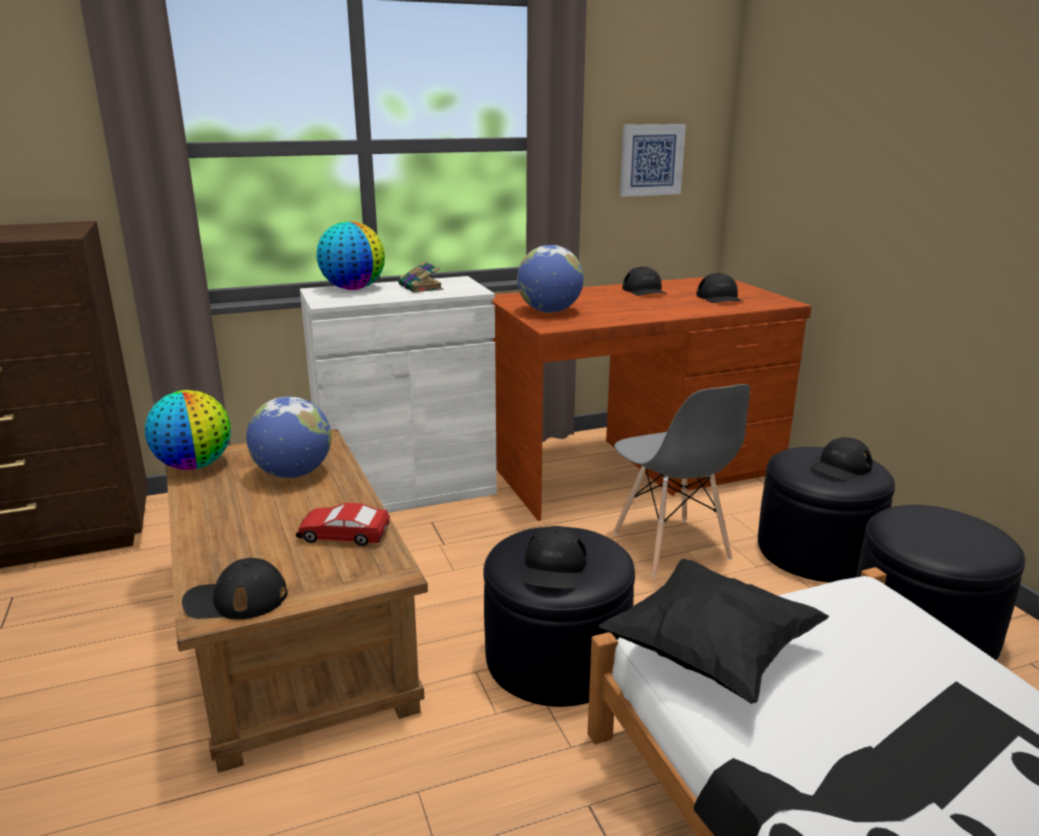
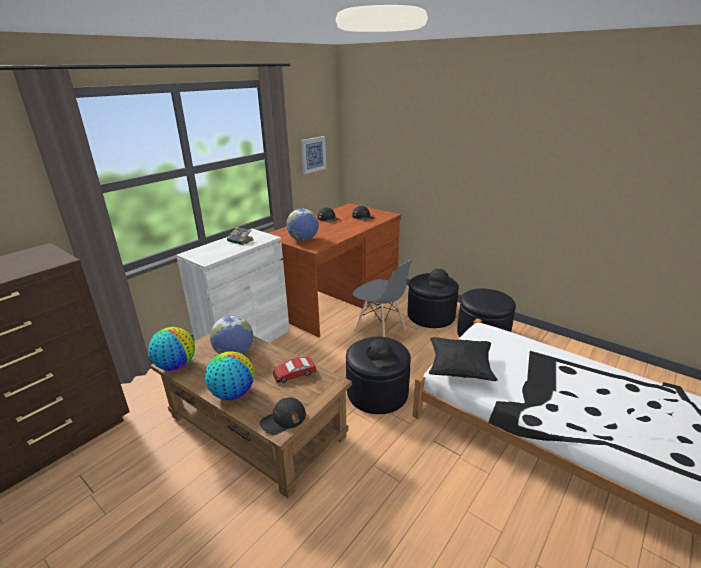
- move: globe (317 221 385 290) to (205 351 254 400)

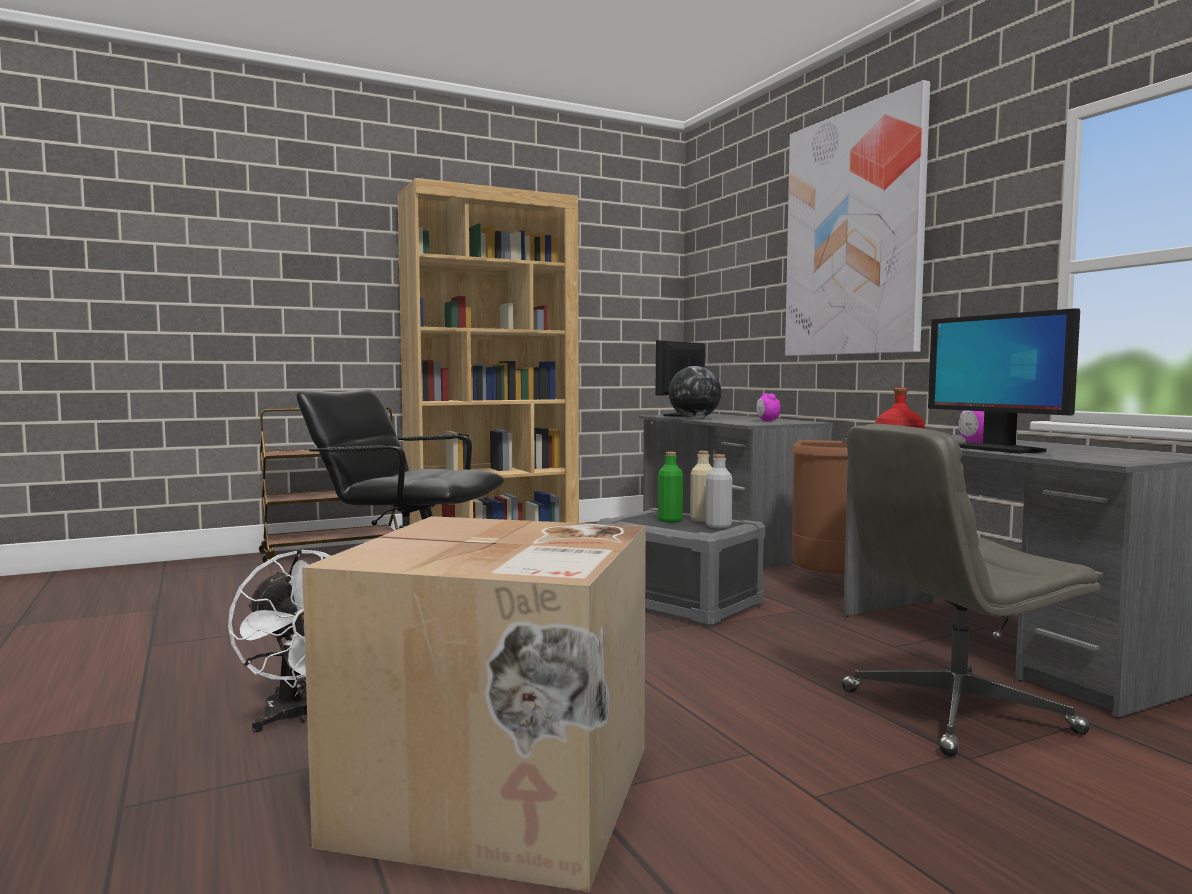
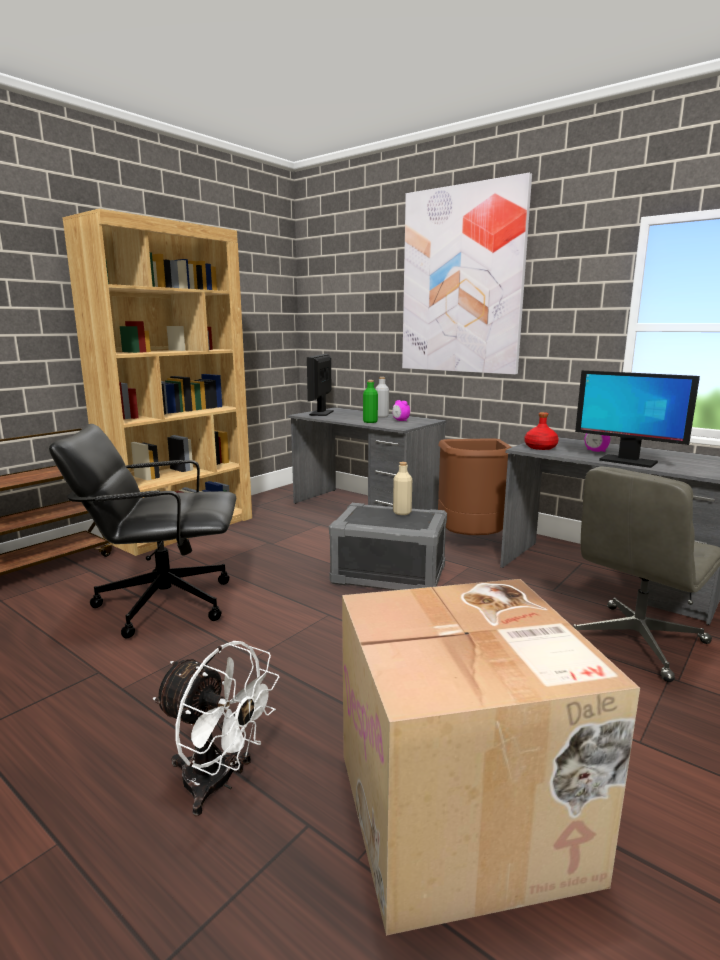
- move: green bottle (658 452 683 523) to (363 380 378 423)
- move: grey bottle (706 454 733 529) to (375 377 389 418)
- delete: globe (669 366 721 419)

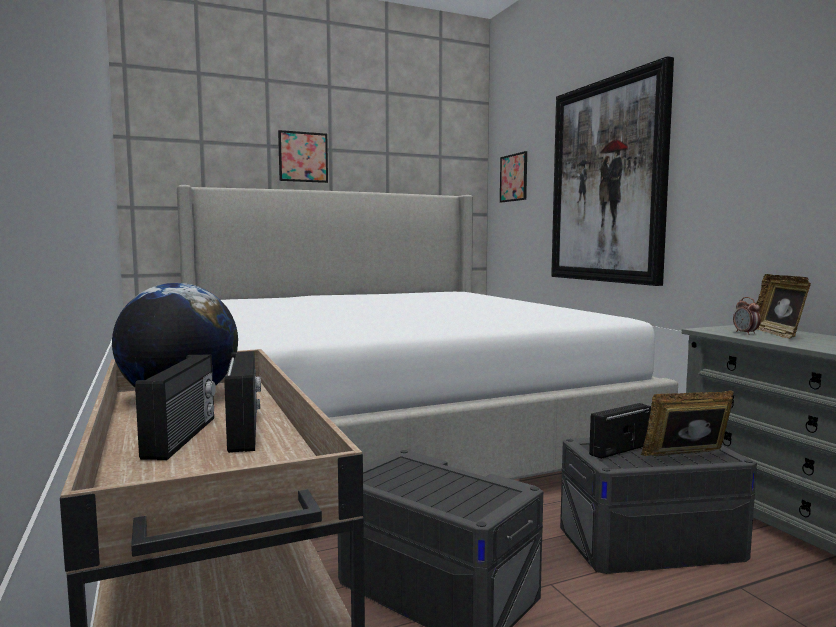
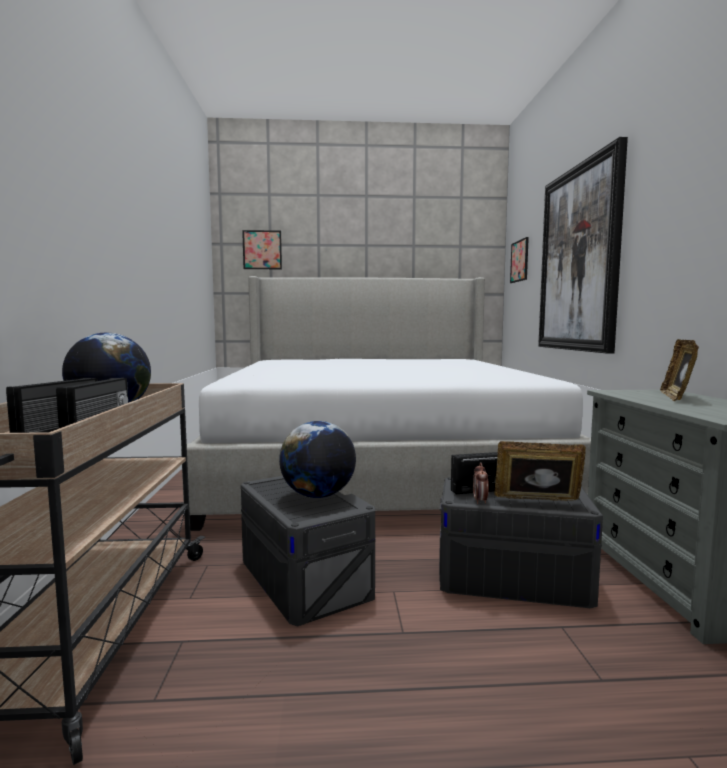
- move: picture (278 130 328 183) to (242 230 282 269)
- insert: globe (279 421 356 498)
- move: alarm clock (733 297 761 335) to (473 462 489 504)

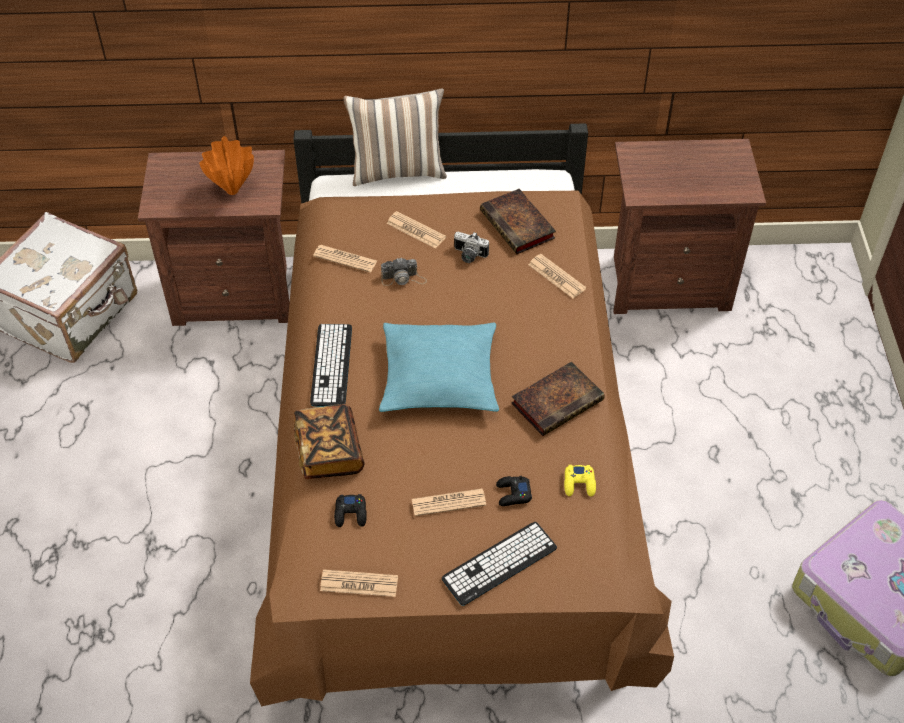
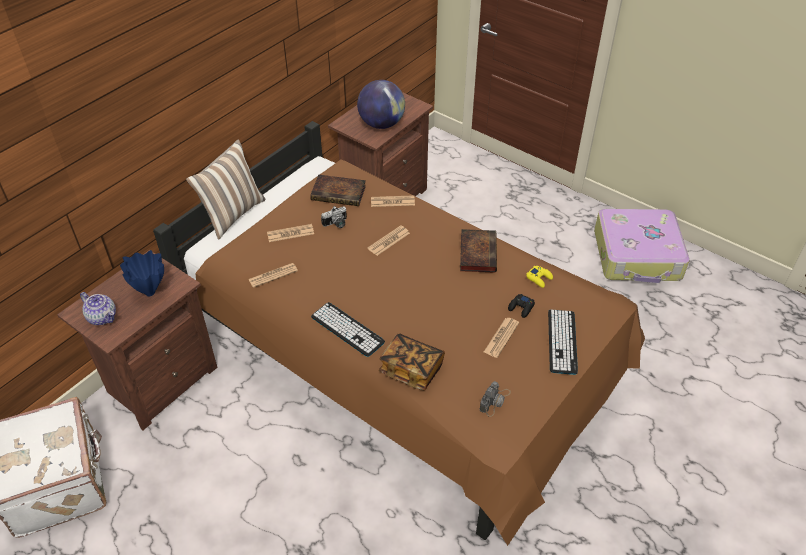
- insert: teapot (80 292 116 325)
- recolor: orange vase (199 136 254 195) to blue vase (120 250 164 296)
- insert: globe (357 80 405 129)
- move: newspaper (320 569 398 597) to (368 225 410 256)
- move: photo camera (381 258 427 286) to (480 381 511 417)
- delete: black game controller (334 494 367 527)
- delete: turquoise pillow (379 322 499 412)

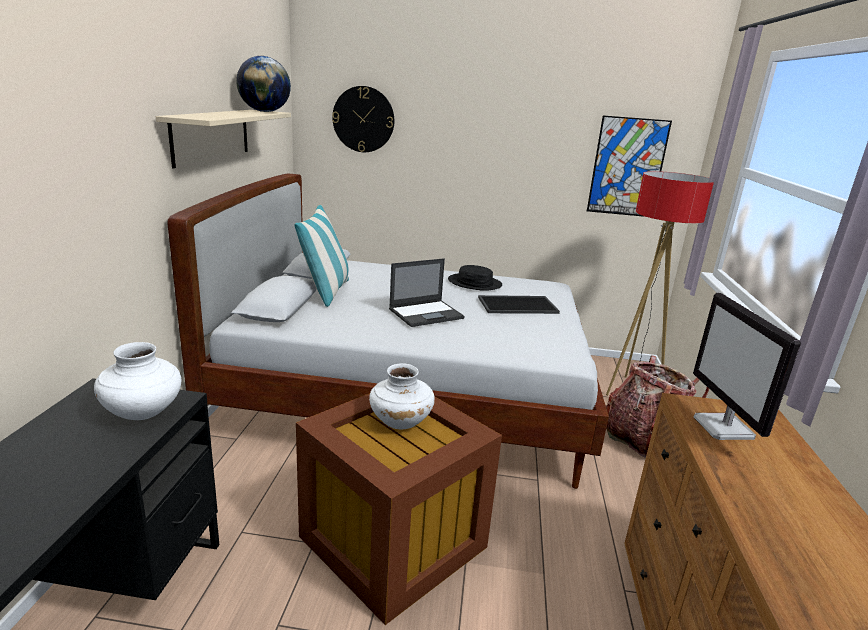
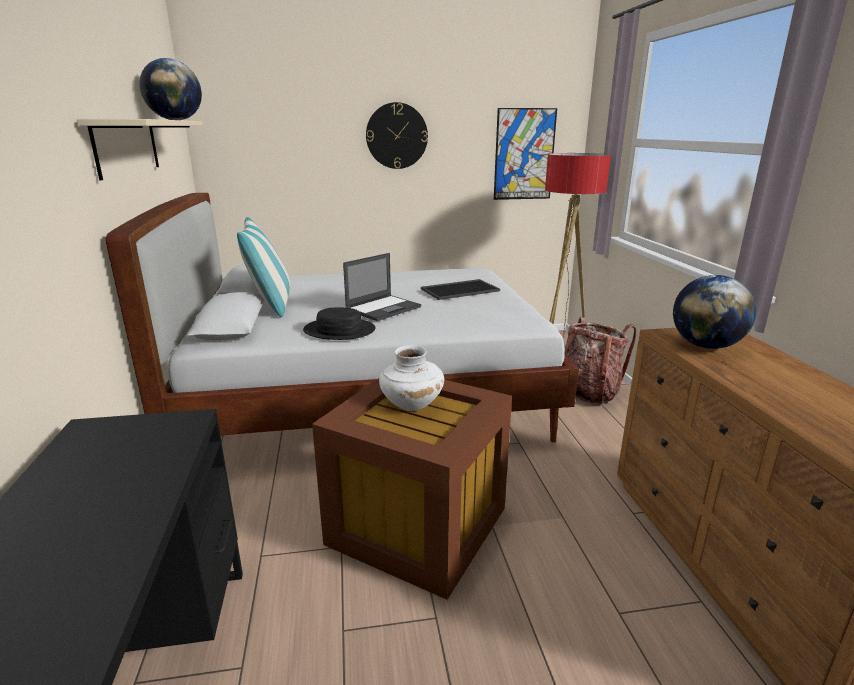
- move: black hat (448 265 502 291) to (303 307 375 340)
- move: wall clock (332 86 394 152) to (366 102 428 169)
- replace: monitor (693 293 801 440) to globe (673 275 756 349)
- delete: white vase (94 342 181 420)

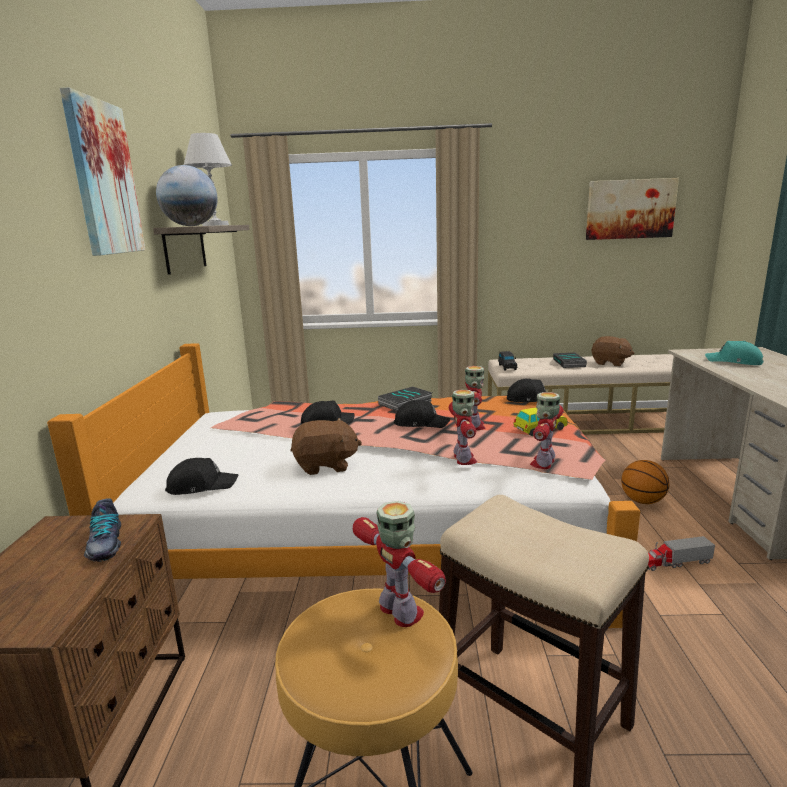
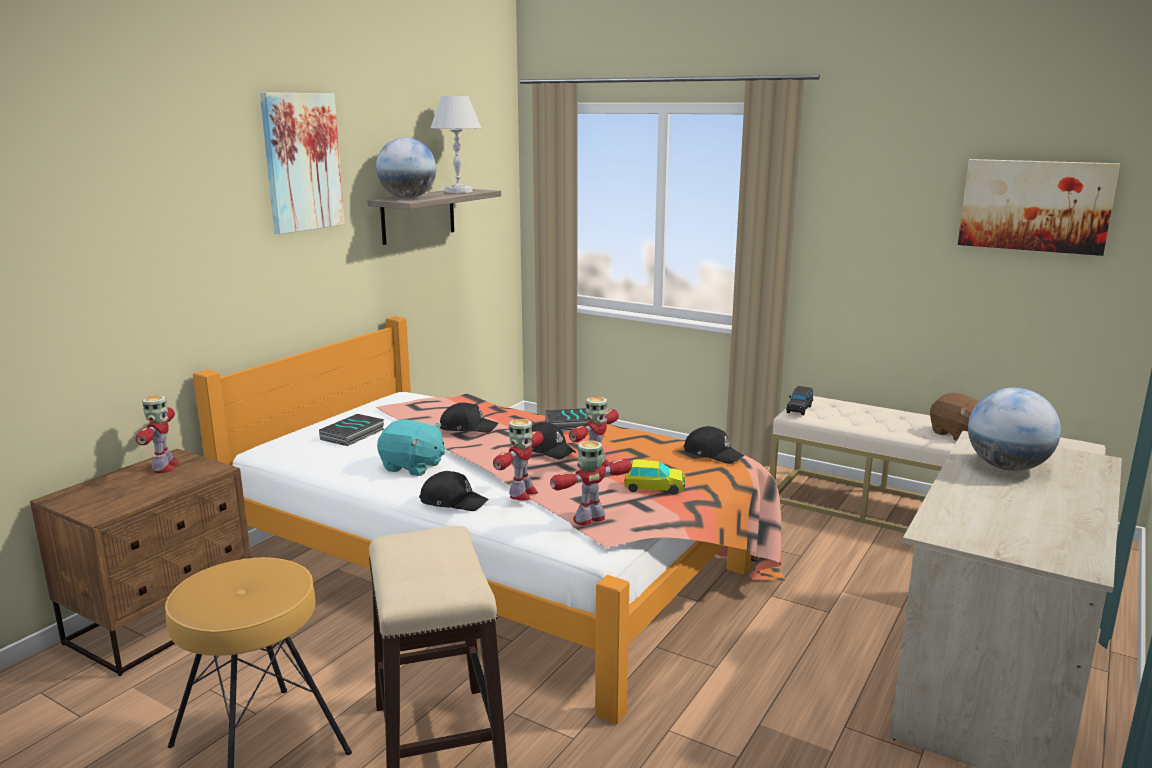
- move: toy robot (353 501 446 627) to (136 396 180 473)
- move: book (553 353 587 368) to (319 414 385 446)
- recolor: brown plush toy (290 418 362 475) to turquoise plush toy (377 420 445 476)
- move: black cap (165 458 238 495) to (419 471 489 511)
- replace: turquoise cap (705 341 764 365) to globe (968 388 1061 471)
- delete: shoe (84 498 121 562)
- delete: basketball (621 460 669 504)
- delete: toy truck (648 536 715 571)

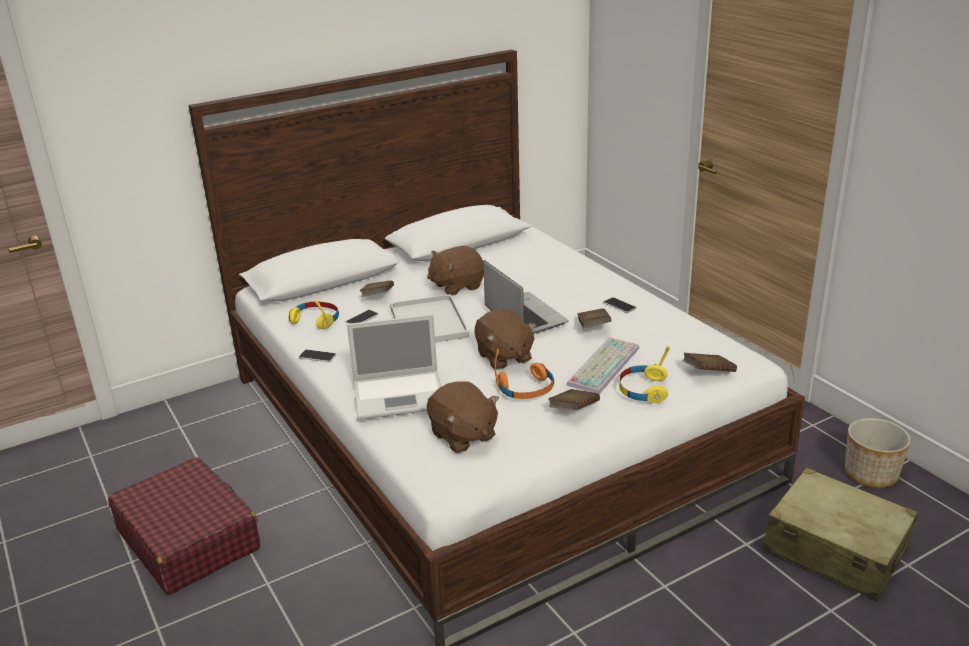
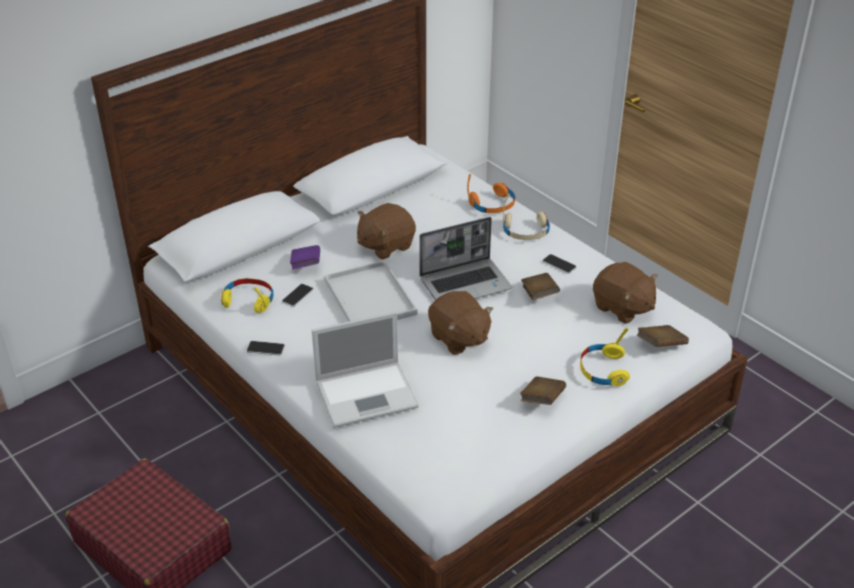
- recolor: brown book (360 280 394 297) to purple book (290 245 320 270)
- rotate: laptop (483 260 568 334) = (419 217 512 300) 105 degrees clockwise
- move: orange headphones (494 349 554 399) to (467 174 515 213)
- insert: beige headphones (503 194 550 240)
- move: brown plush toy (427 382 499 453) to (593 262 658 324)
- delete: keyboard (566 337 639 394)
- delete: beige suitcase (763 467 918 601)
- delete: planter (845 418 911 488)

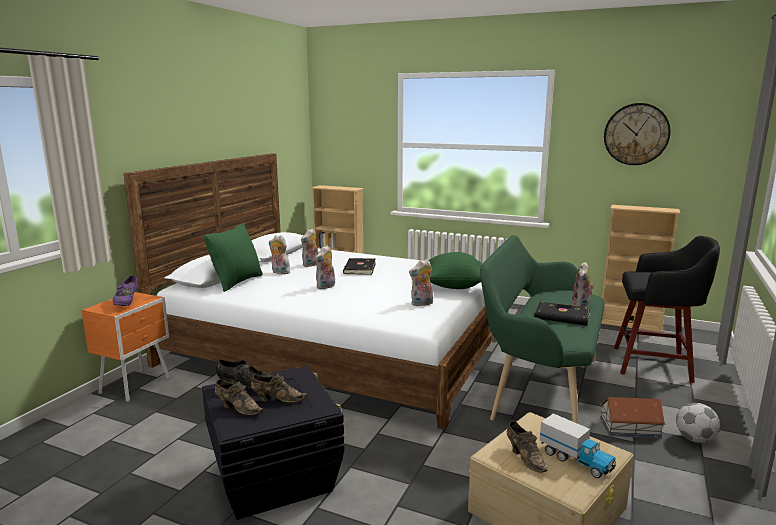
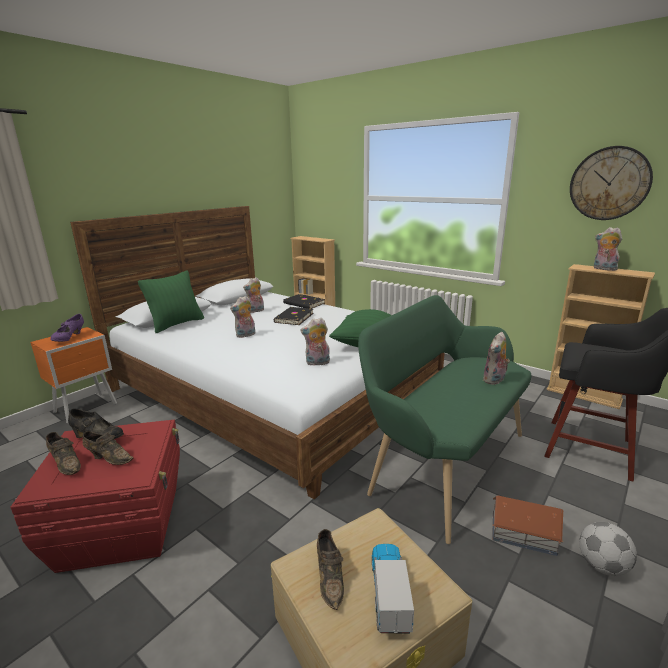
- recolor: black storage box (202 366 345 520) to red storage box (10 420 180 573)
- move: black book (534 302 590 326) to (283 294 325 309)
- rotate: toy truck (539 413 616 478) = (372 544 414 633) 150 degrees counterclockwise
- move: plush toy (269 235 290 274) to (594 227 622 271)

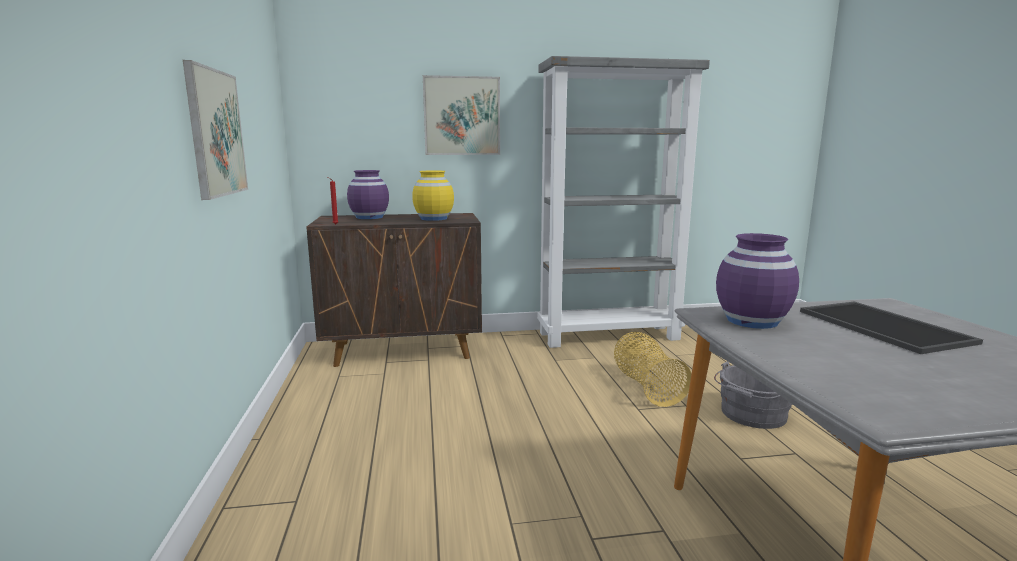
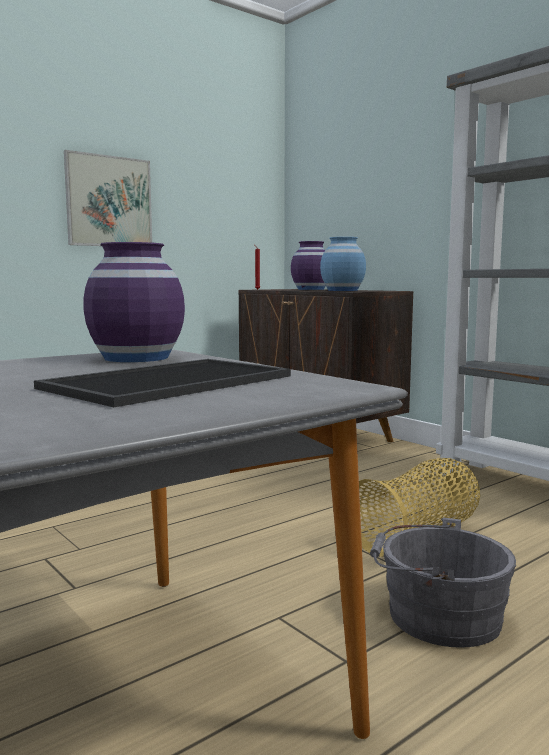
- recolor: yellow vase (412 170 454 221) to blue vase (320 237 366 291)
- delete: picture (423 75 500 155)

